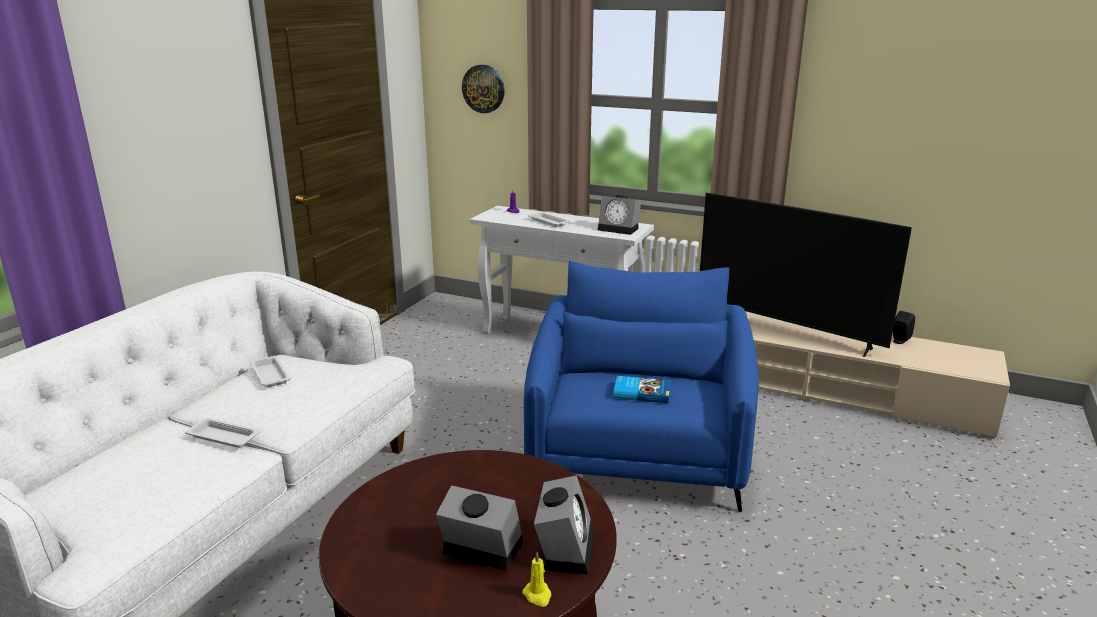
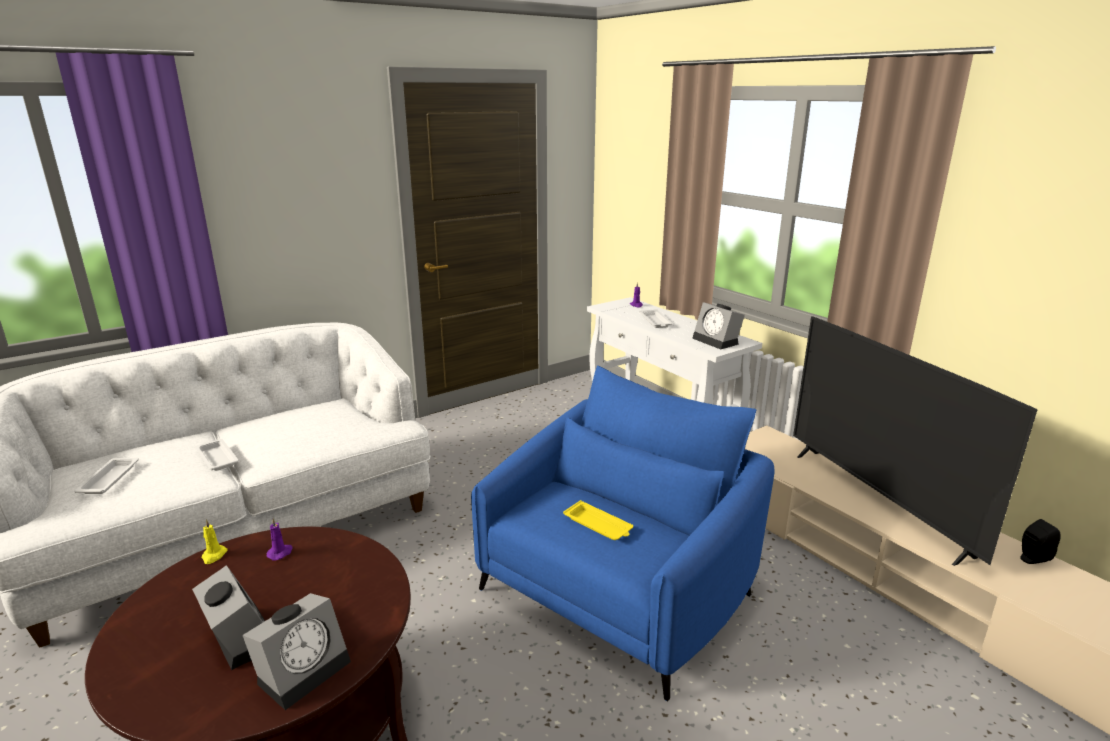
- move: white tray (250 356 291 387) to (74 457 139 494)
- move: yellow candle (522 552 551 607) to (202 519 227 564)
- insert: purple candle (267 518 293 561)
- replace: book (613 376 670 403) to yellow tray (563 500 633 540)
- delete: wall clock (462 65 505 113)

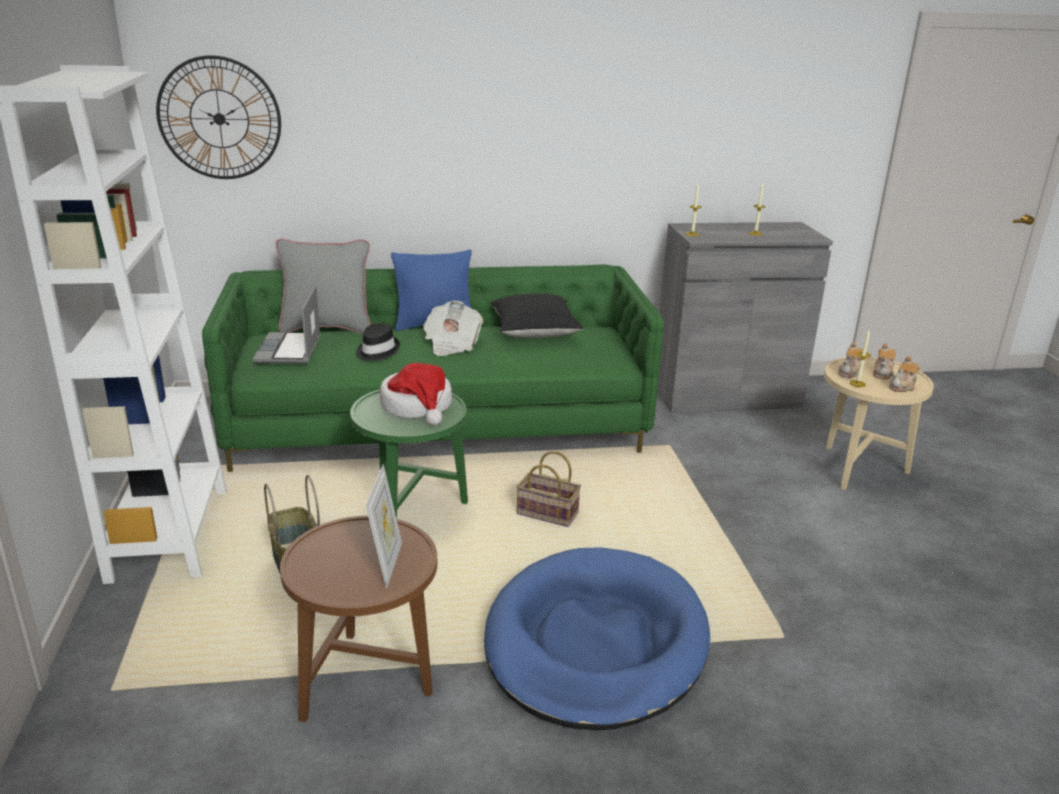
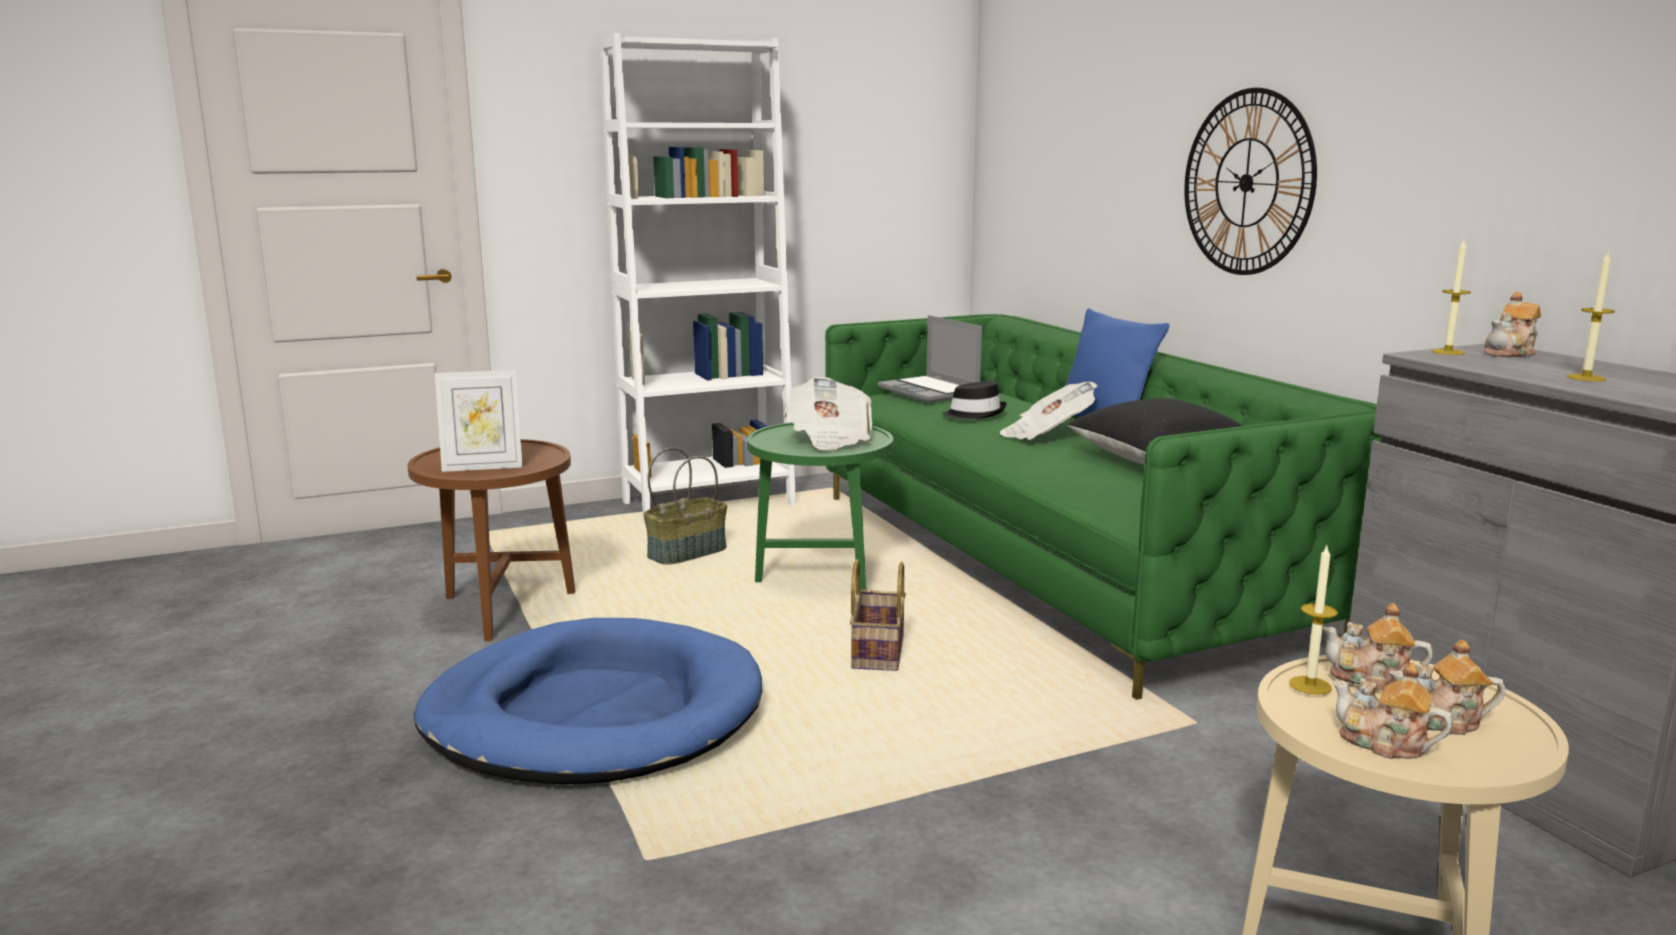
- replace: hat (380 363 452 426) to newspaper (784 377 872 451)
- rotate: laptop (253 285 320 363) = (878 315 982 403) 105 degrees counterclockwise
- move: wall clock (156 55 281 179) to (1184 88 1317 275)
- insert: teapot (1484 292 1541 357)
- delete: grey pillow (276 239 371 333)

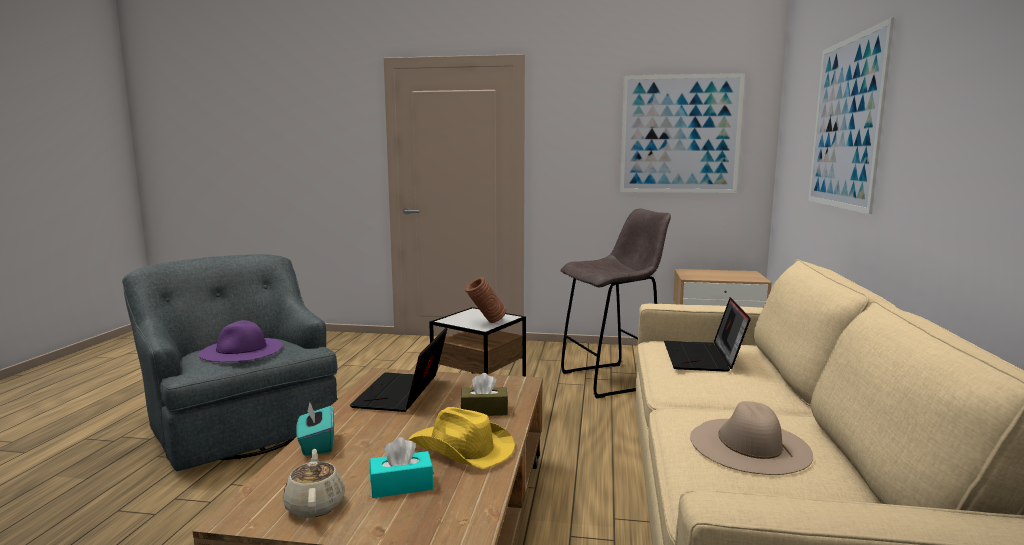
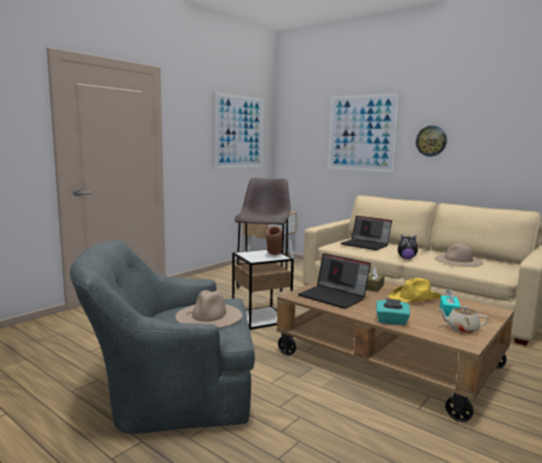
- recolor: purple hat (198 320 283 362) to beige hat (176 290 242 328)
- insert: plush toy (398 234 418 259)
- insert: wall clock (416 126 447 156)

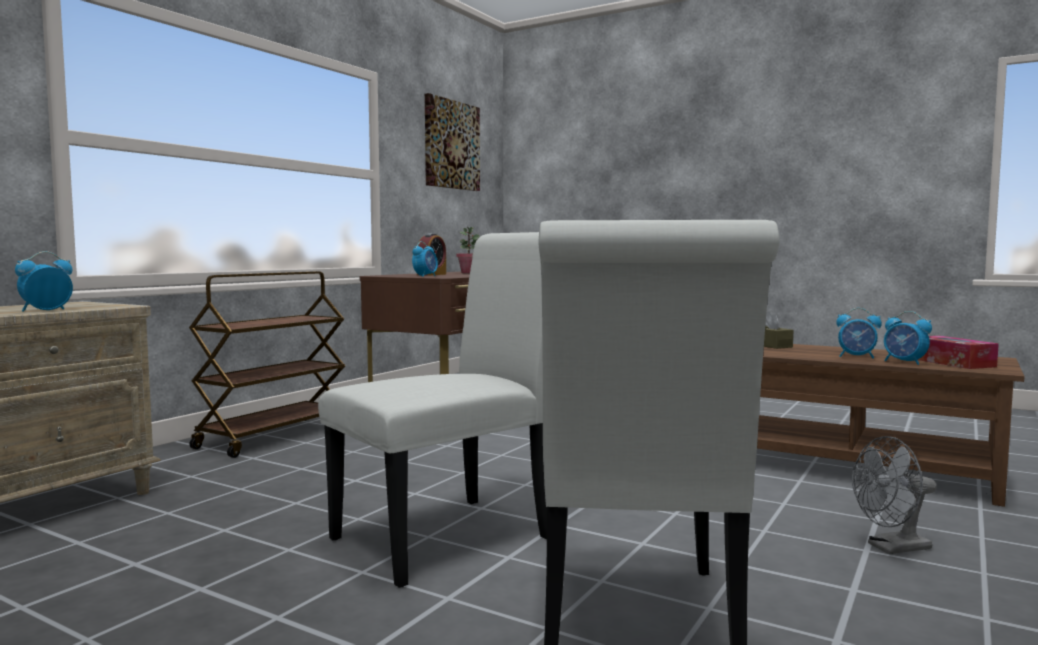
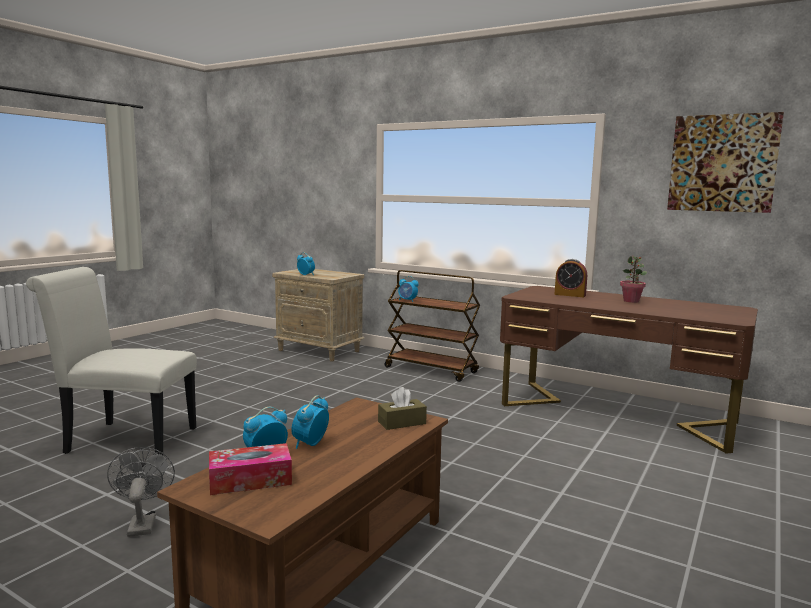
- move: alarm clock (412 241 438 277) to (398 276 419 302)
- delete: white chair (318 232 547 588)

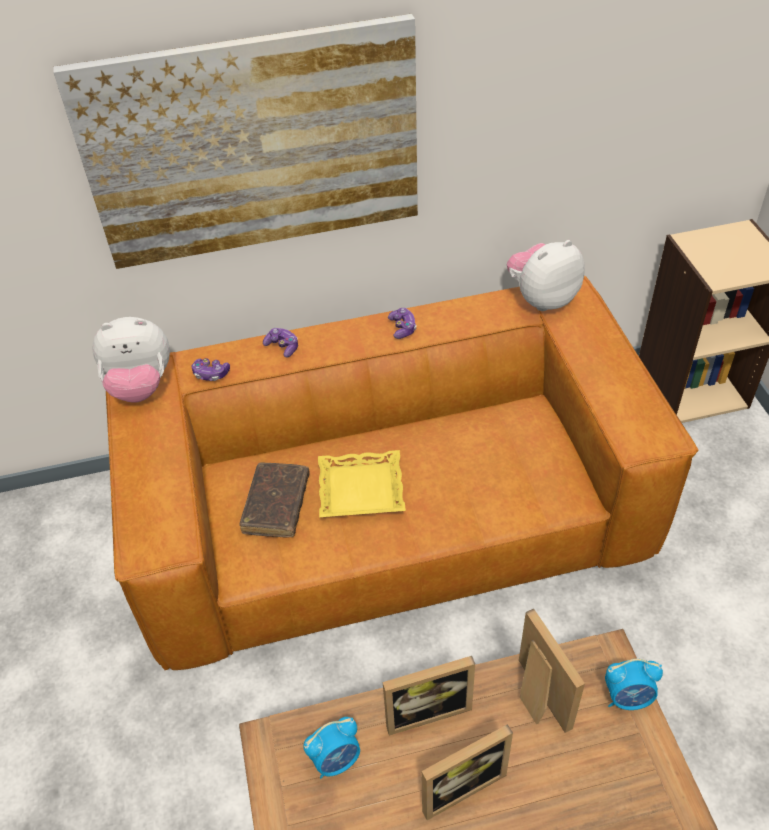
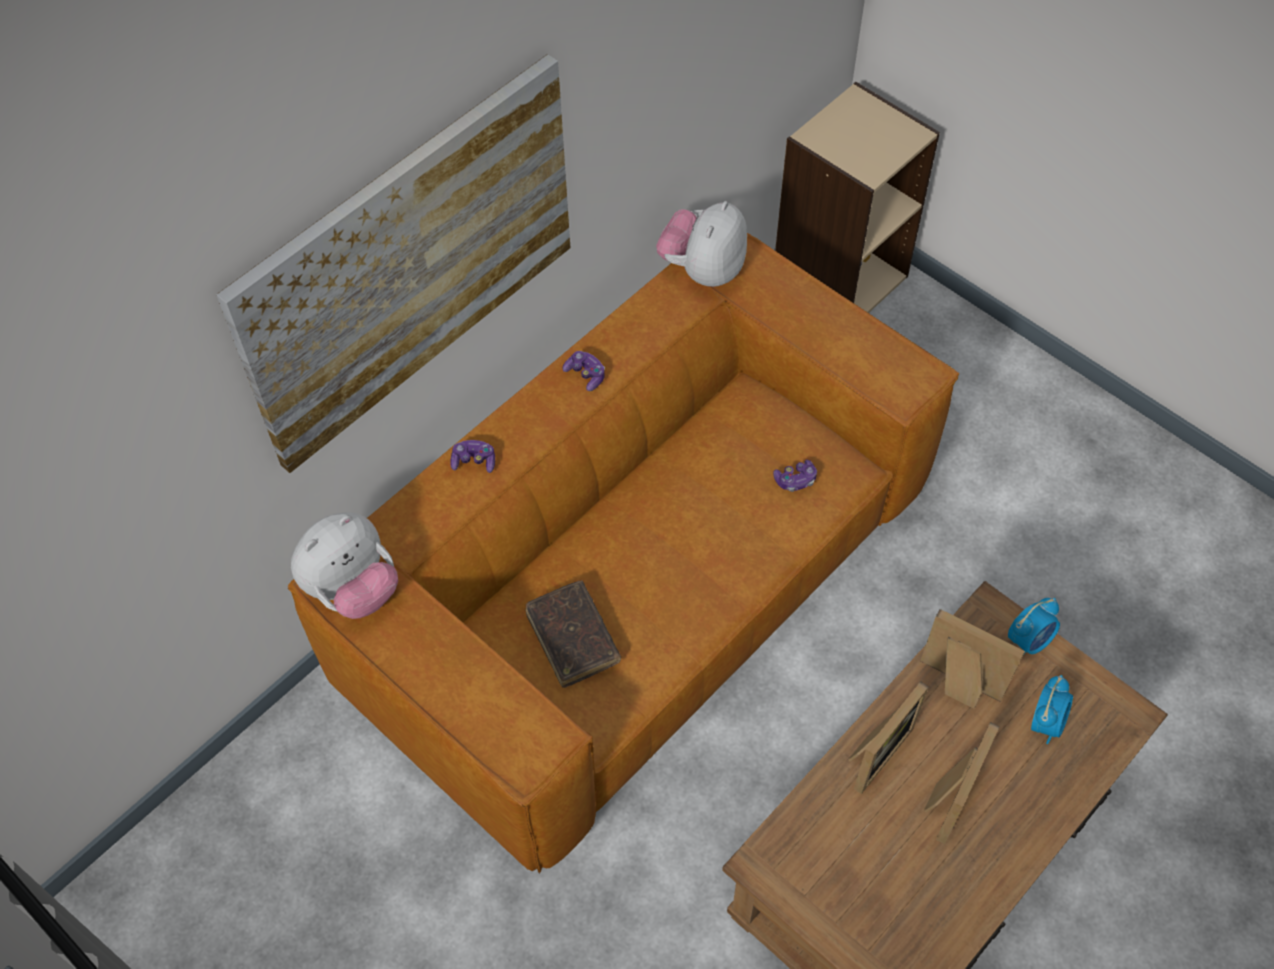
- move: game controller (191 358 230 381) to (773 460 817 492)
- move: alarm clock (303 717 360 779) to (1031 675 1073 744)
- delete: yellow tray (318 450 406 517)

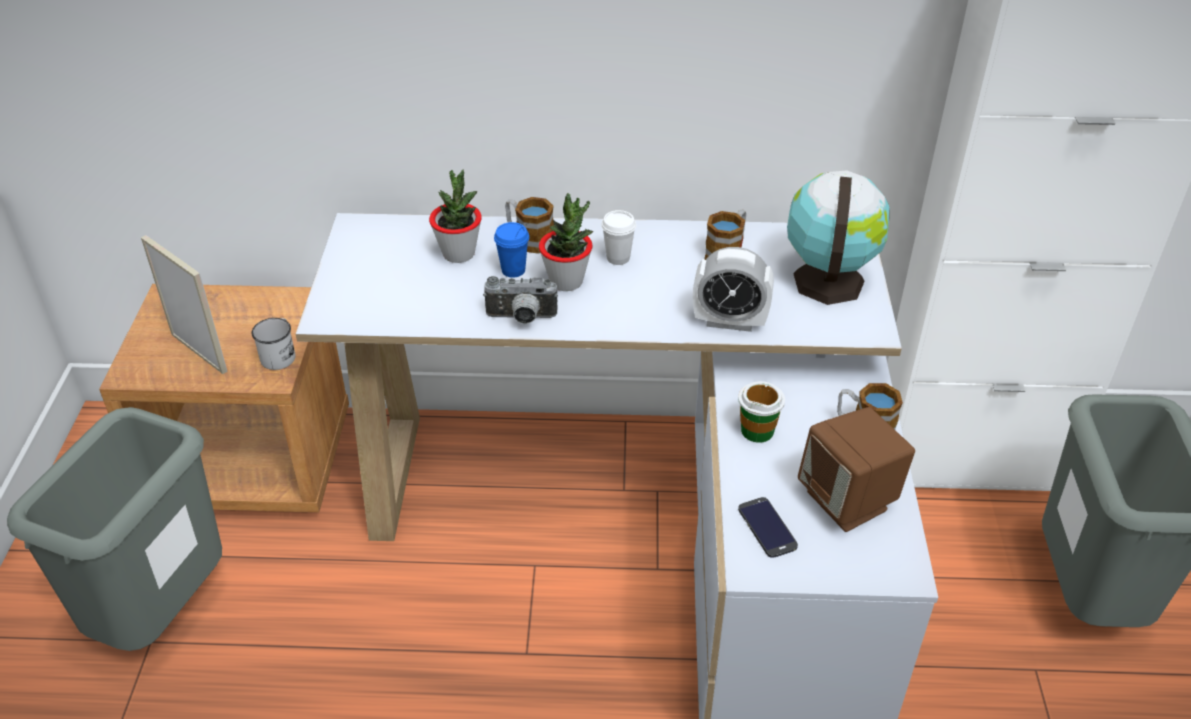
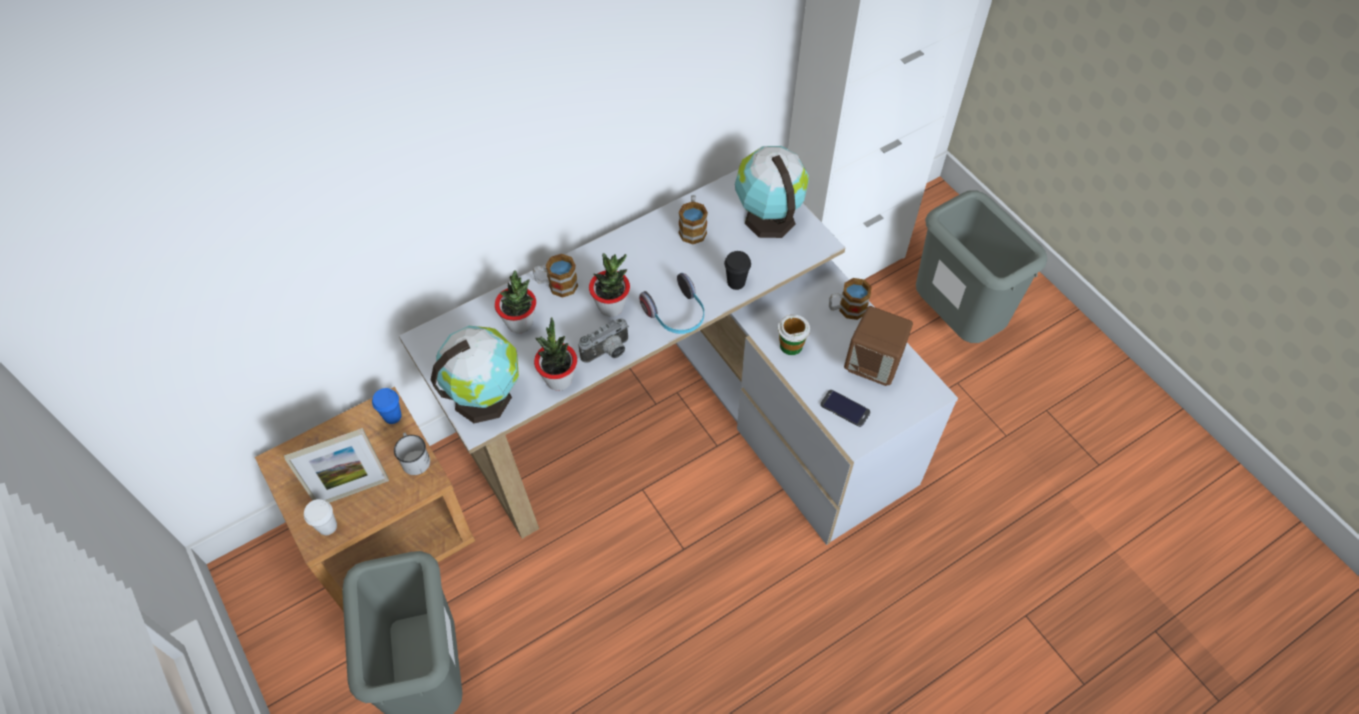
- rotate: picture frame (141 235 228 374) = (284 428 389 503) 150 degrees clockwise
- move: white cup (601 210 636 265) to (304 499 337 535)
- move: blue cup (494 222 529 278) to (372 388 402 424)
- insert: globe (431 326 519 423)
- insert: potted plant (534 317 577 391)
- insert: headphones (639 273 704 334)
- replace: alarm clock (693 247 774 332) to black cup (724 251 751 290)

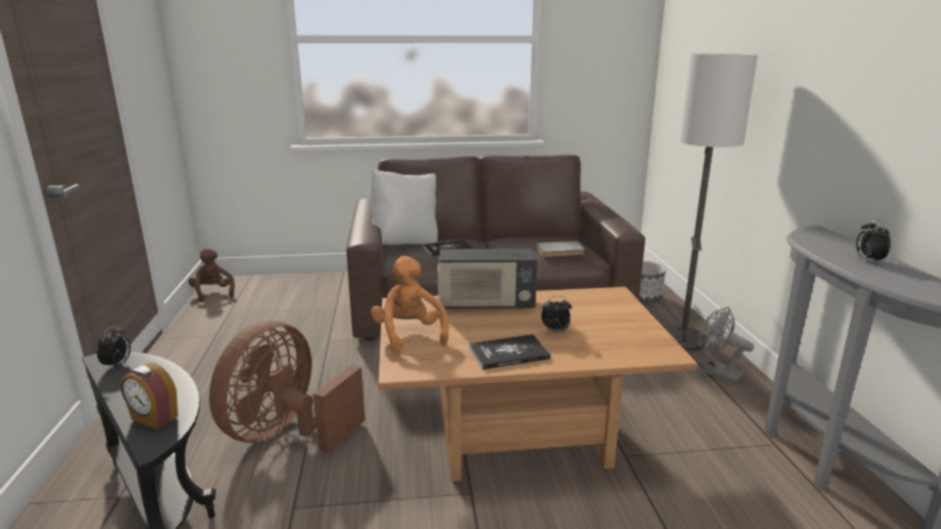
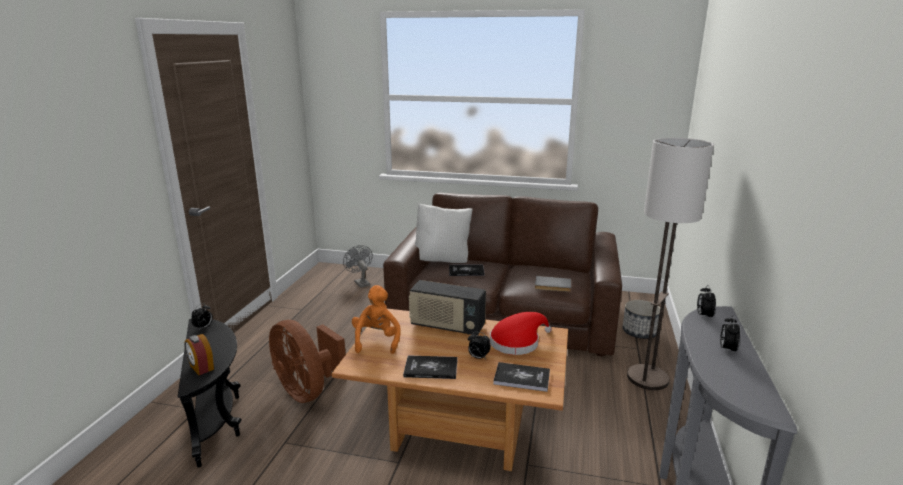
- rotate: brown fan (209 321 365 453) = (269 320 346 403) 90 degrees counterclockwise
- move: grey fan (699 307 754 382) to (343 245 373 288)
- insert: red hat (490 312 552 355)
- insert: book (493 362 550 392)
- insert: alarm clock (697 285 716 319)
- delete: brown plush toy (189 248 235 302)

